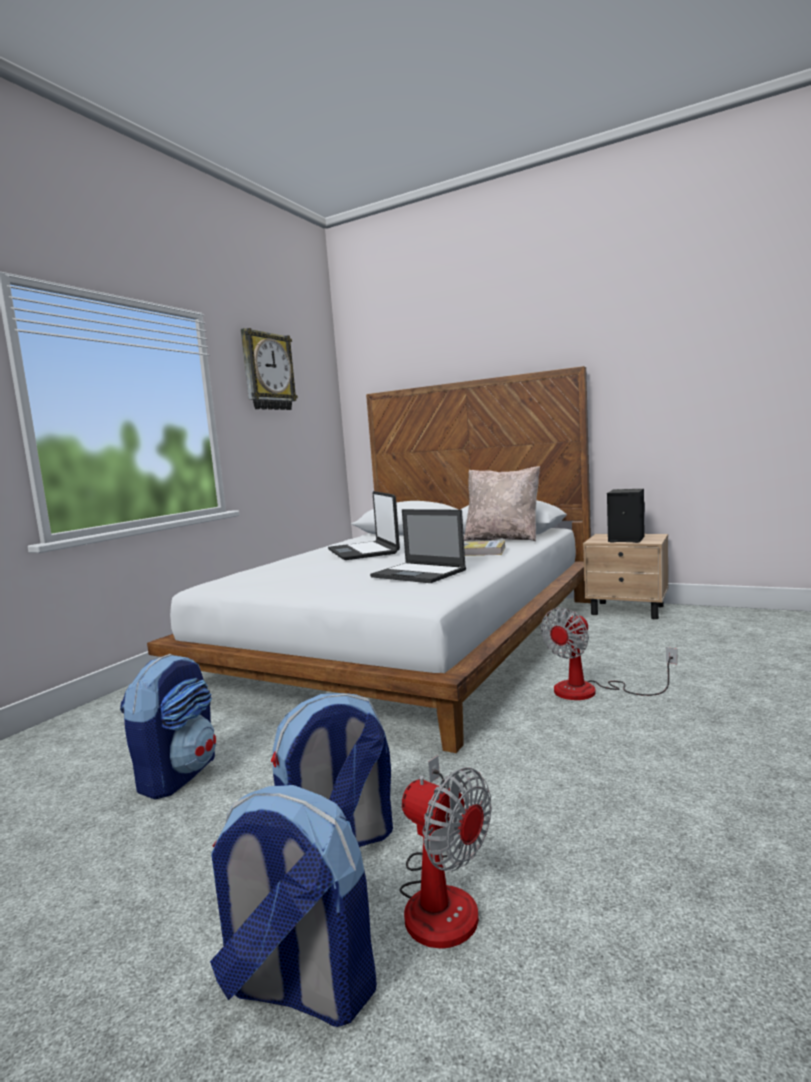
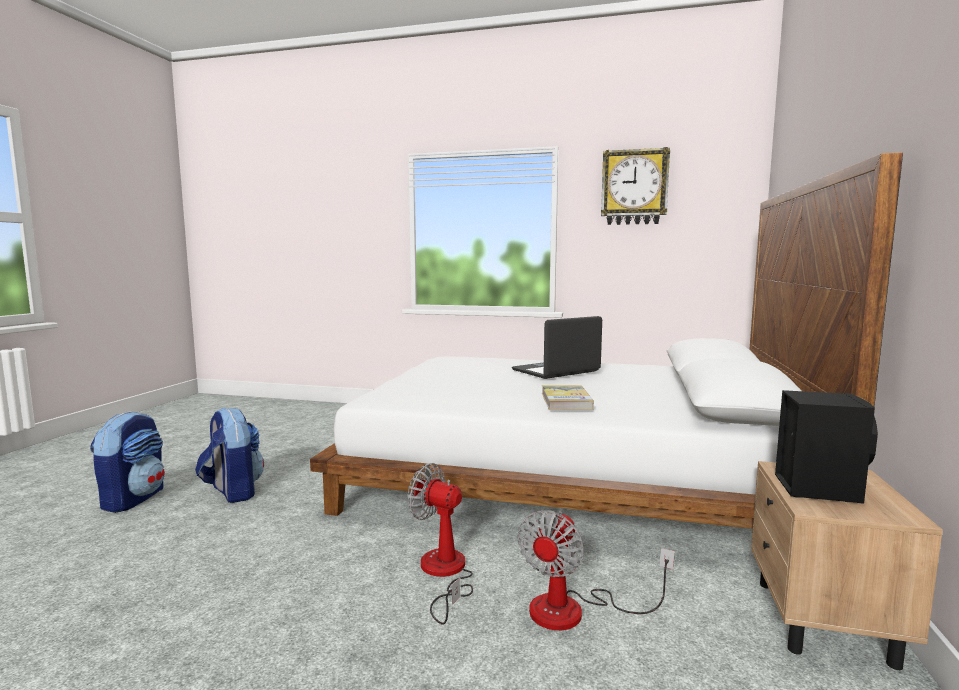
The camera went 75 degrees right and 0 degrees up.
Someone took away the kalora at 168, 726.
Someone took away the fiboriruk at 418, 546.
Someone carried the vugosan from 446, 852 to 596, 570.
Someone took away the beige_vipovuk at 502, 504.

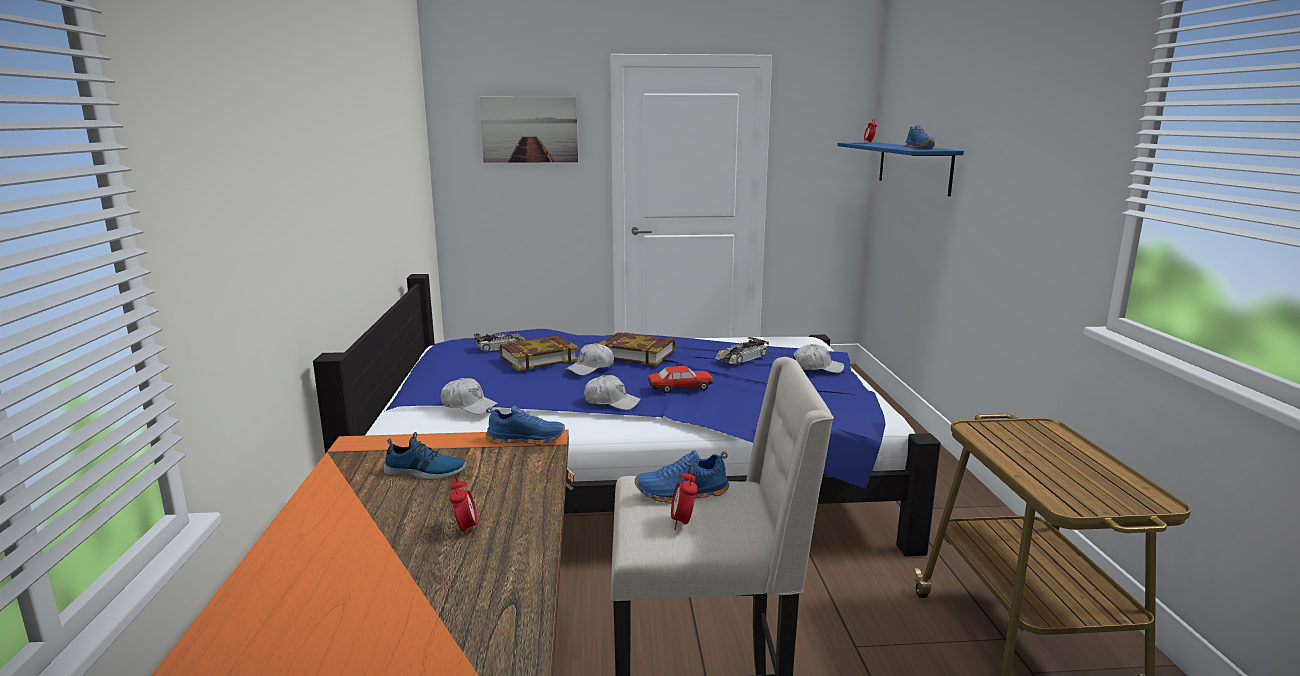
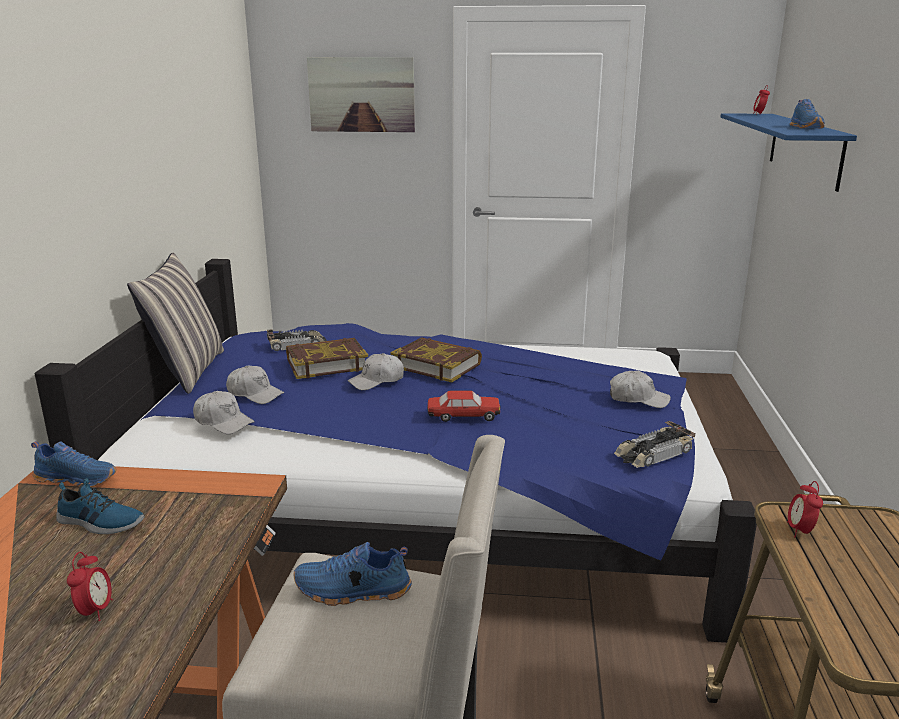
The camera went 10 degrees right and 5 degrees up.
Someone carried the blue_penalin from 525, 425 to 73, 464.
Someone carried the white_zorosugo from 612, 392 to 255, 385.
Someone carried the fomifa from 684, 498 to 805, 509.
Someone carried the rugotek from 742, 350 to 654, 444.
Someone put down the vipovuk at 175, 323.

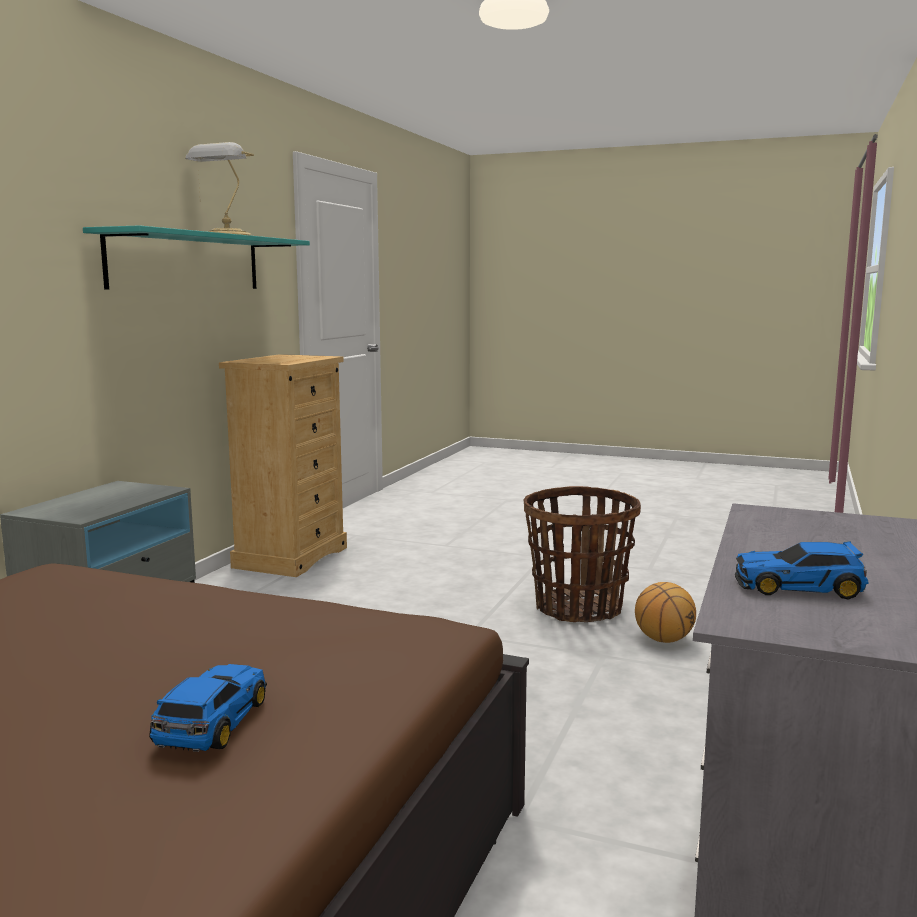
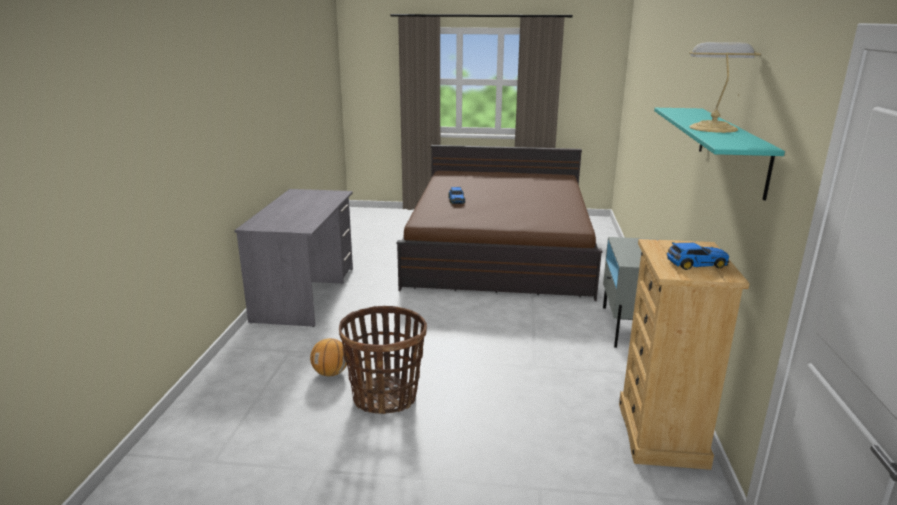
The camera went 165 degrees right and 10 degrees up.
Someone carried the rugotek from 801, 570 to 697, 256.

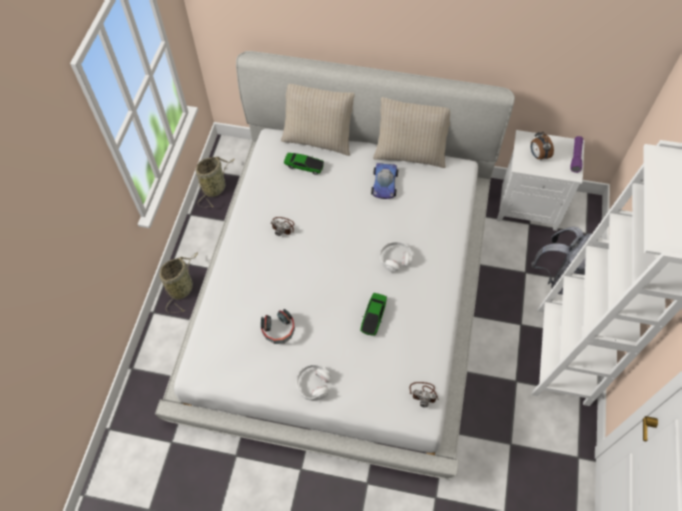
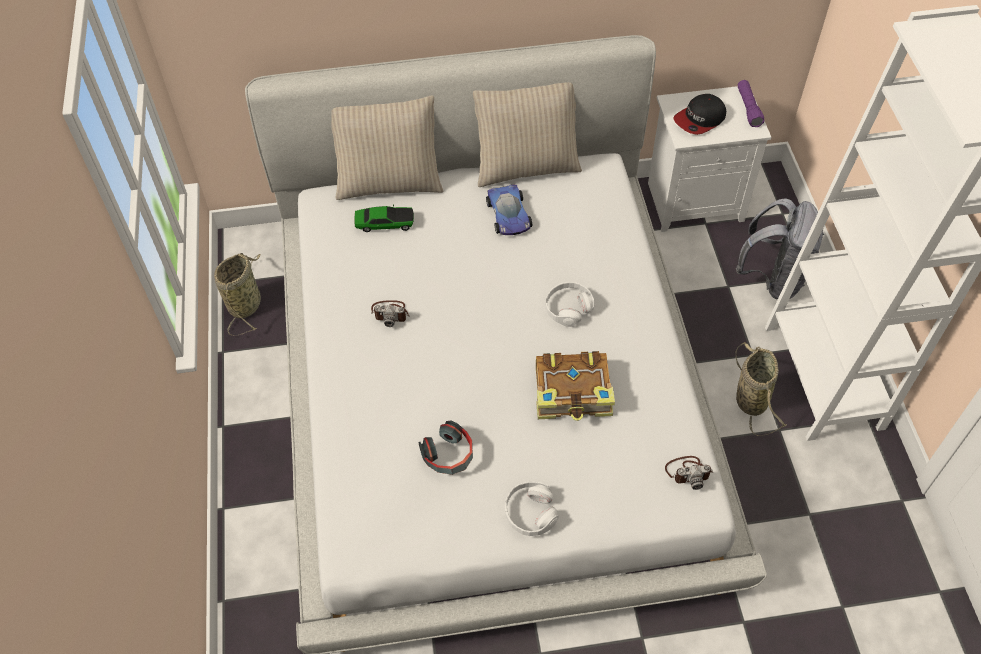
The camera went 20 degrees left and 5 degrees down.
Someone carried the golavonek from 178, 282 to 761, 389.
Someone swapped the rugotek at 373, 314 for the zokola at 575, 386.
Someone swapped the fomifa at 542, 146 for the zorosugo at 699, 114.

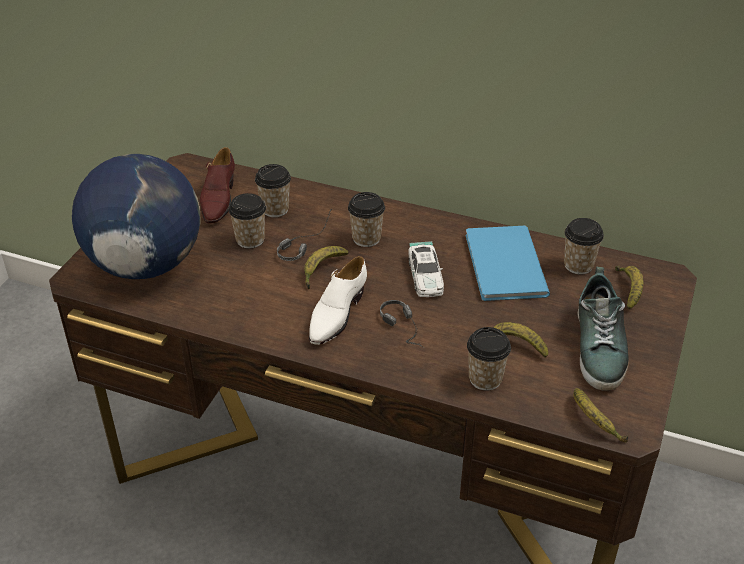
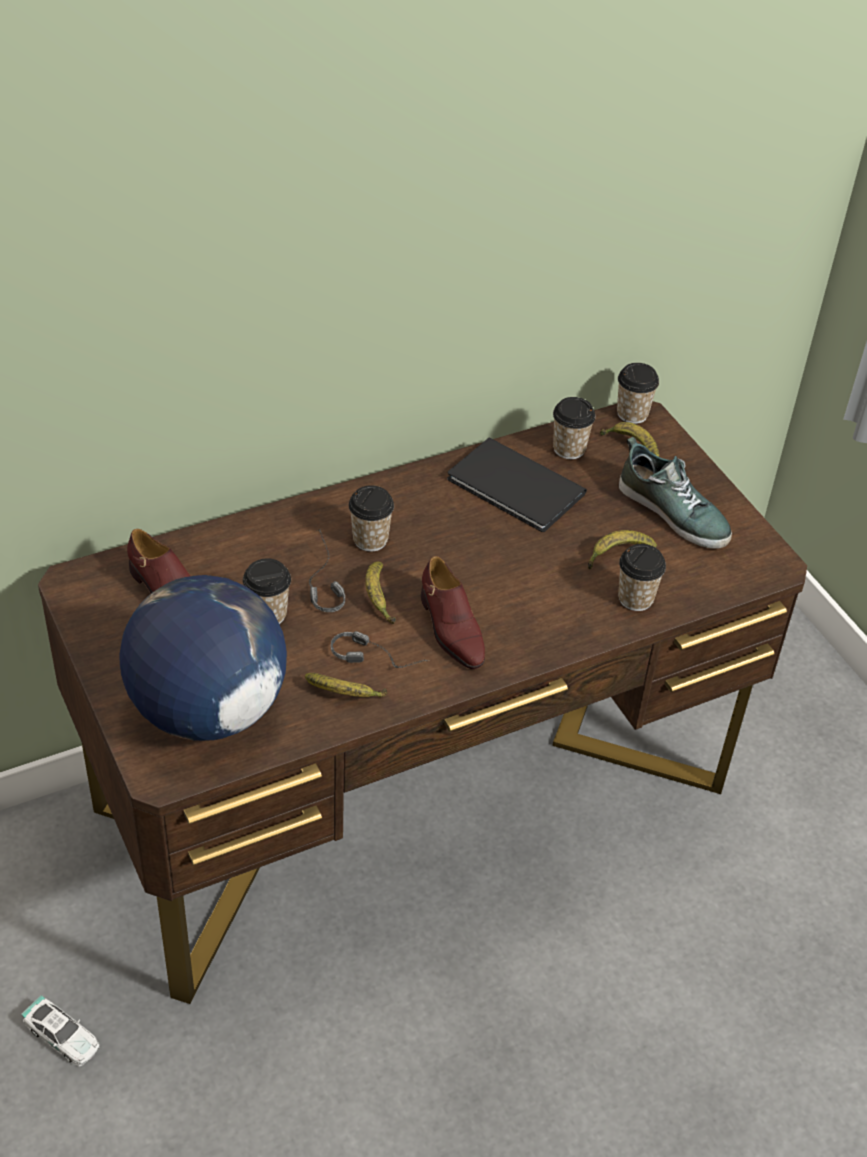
The camera went 50 degrees left and 5 degrees up.
Someone carried the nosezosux from 273, 190 to 638, 393.
Someone repainted the white_penalin at 338, 300, which became the brown_penalin at 453, 612.
Someone carried the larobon from 402, 324 to 380, 649.
Someone carried the rugotek from 426, 269 to 60, 1030.
Someone repainted the blue_zokola at 507, 263, which became the black_zokola at 517, 485.
Someone carried the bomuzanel from 601, 415 to 346, 685.

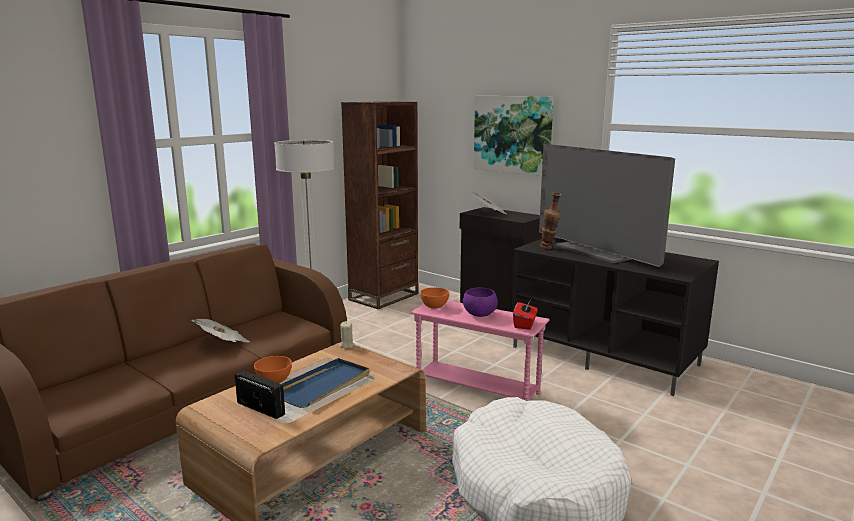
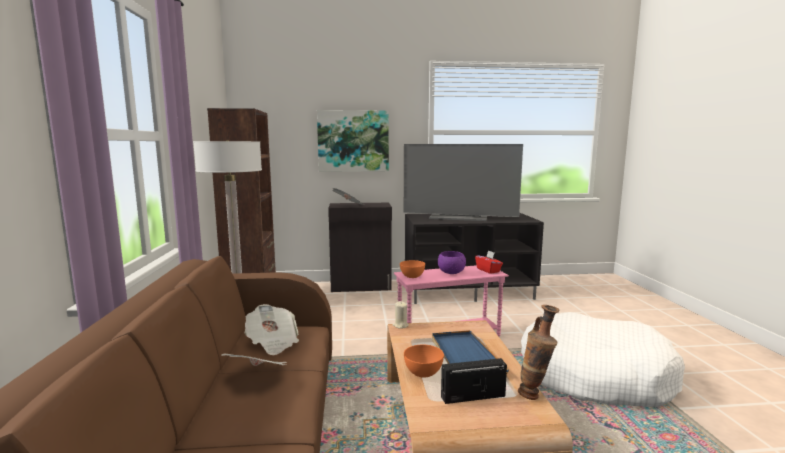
The camera went 45 degrees left and 5 degrees down.
Someone carried the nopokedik from 551, 221 to 538, 352.
Someone put down the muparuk at 272, 329.

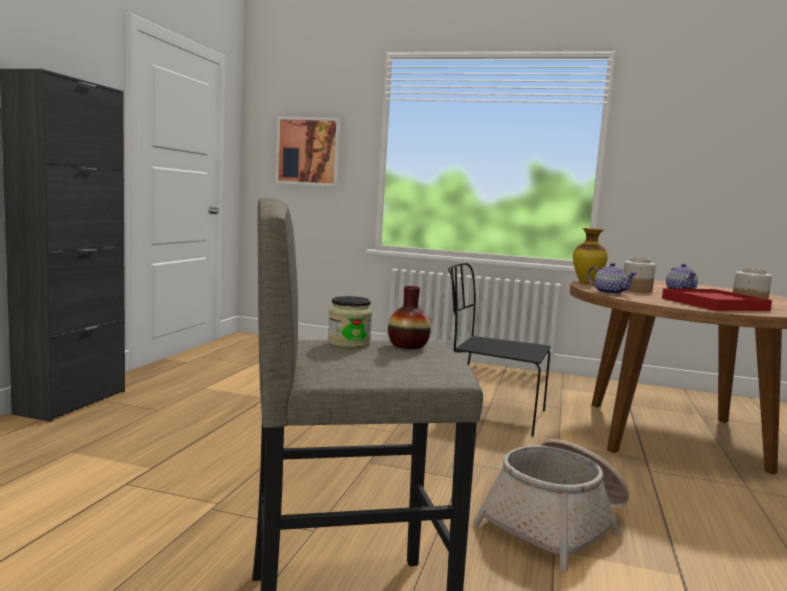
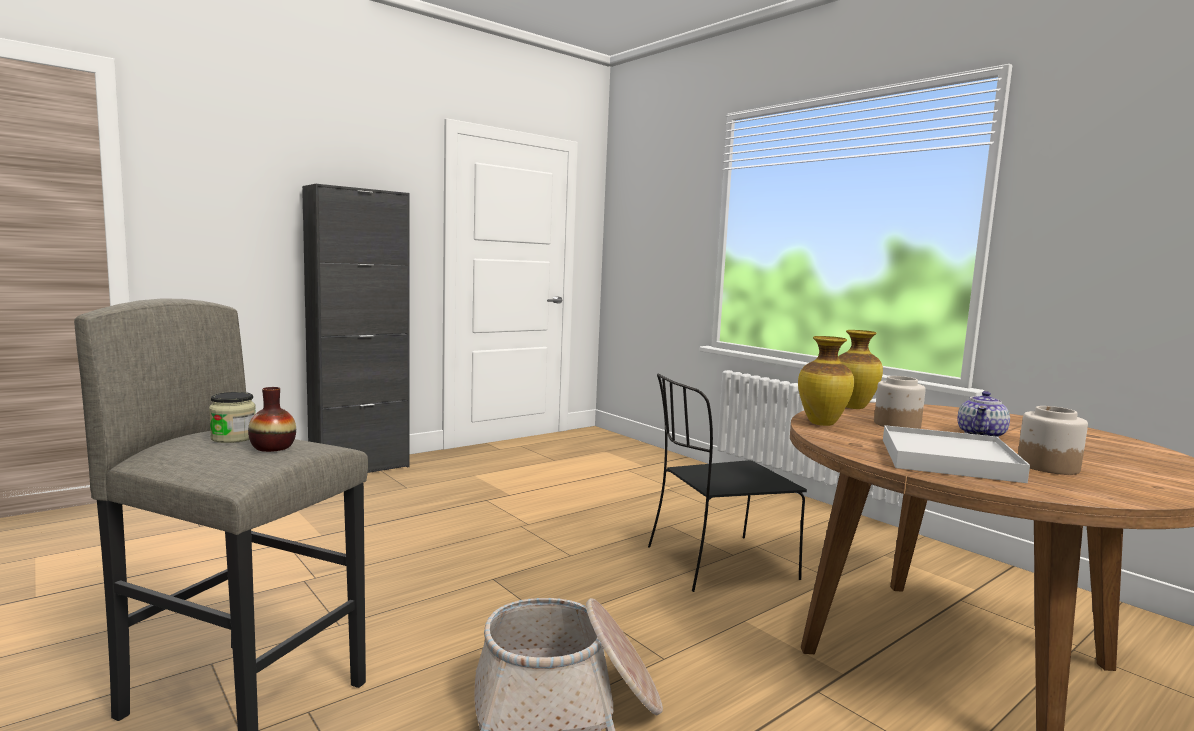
The camera went 35 degrees right and 0 degrees up.
Someone took away the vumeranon at 308, 151.
Someone rotated the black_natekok at 499, 350 by 75 degrees counterclockwise.
Someone swapped the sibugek at 612, 279 for the nopokedik at 826, 381.
Someone repainted the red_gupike at 717, 299, which became the white_gupike at 956, 454.

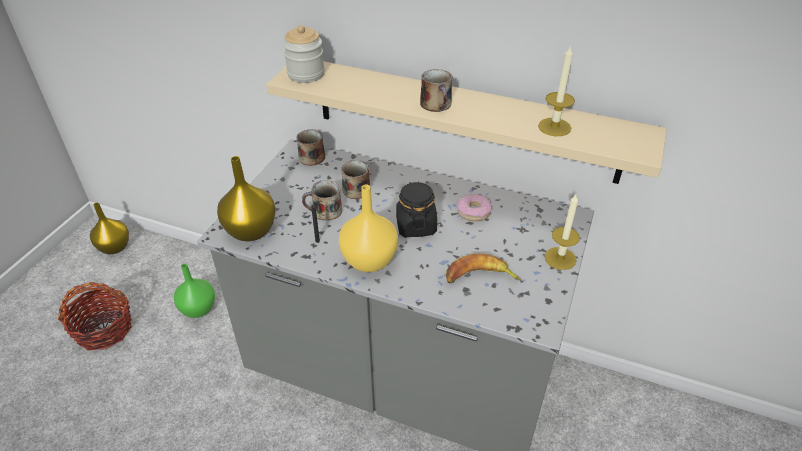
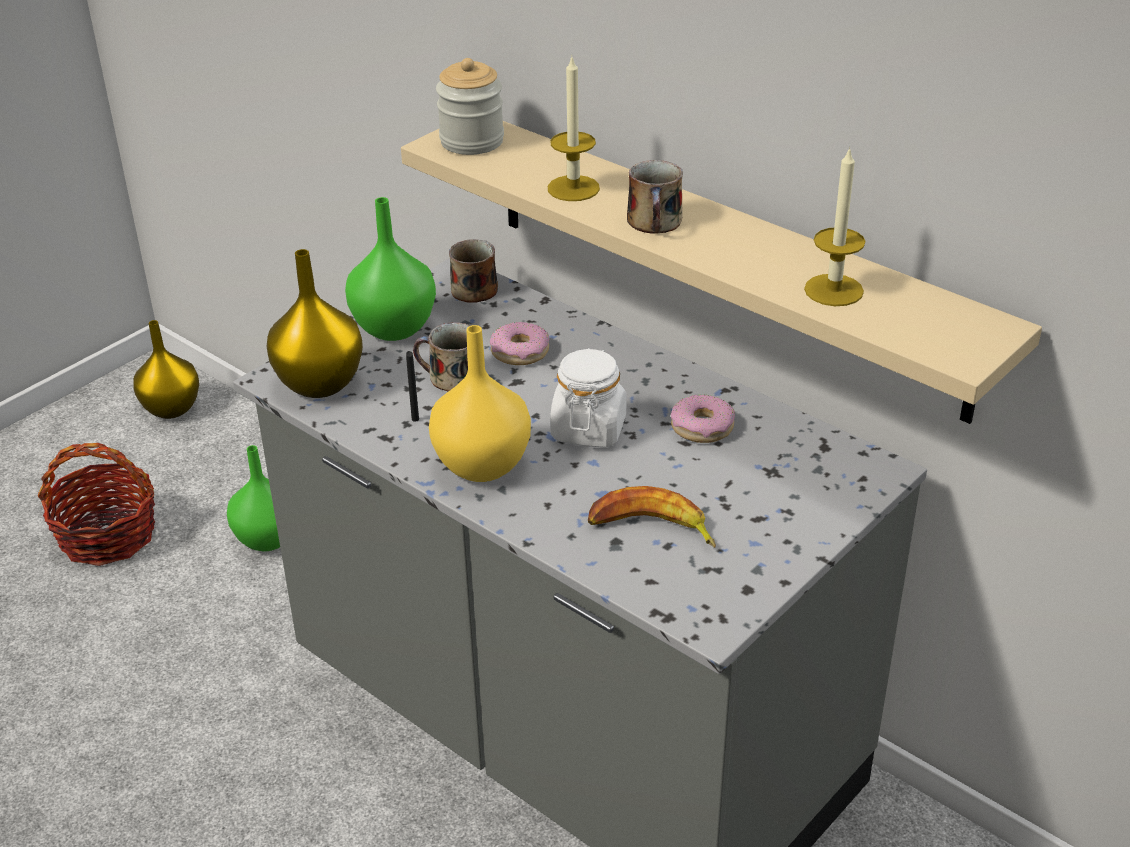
The camera went 20 degrees right and 5 degrees down.
Someone swapped the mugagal at 355, 179 for the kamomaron at 519, 343.
Someone repainted the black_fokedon at 416, 209, which became the white_fokedon at 589, 397.
Someone carried the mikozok from 562, 232 to 574, 129.
Someone put down the green_nopokedik at 390, 269.

